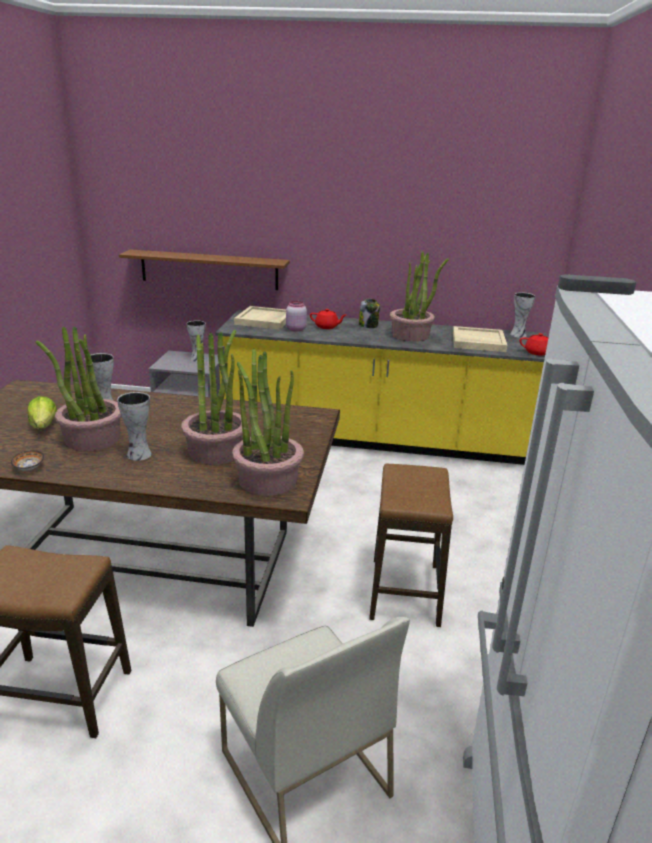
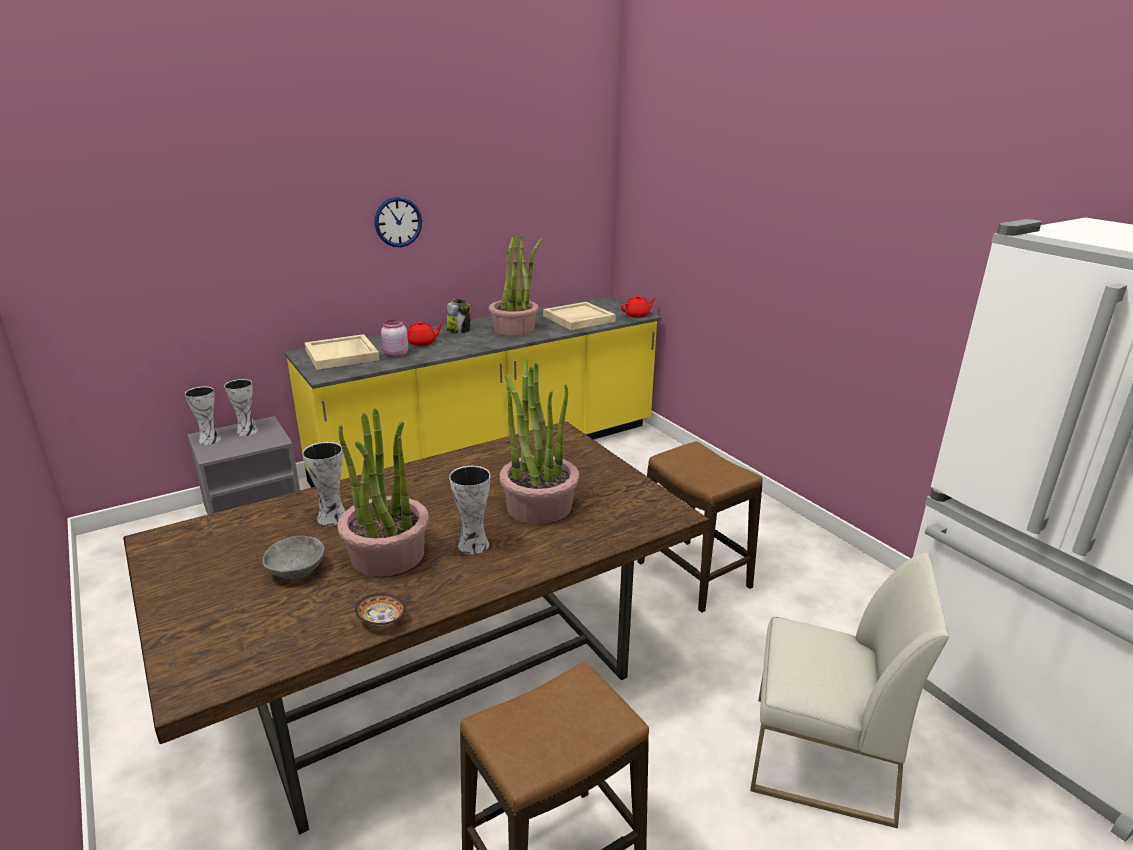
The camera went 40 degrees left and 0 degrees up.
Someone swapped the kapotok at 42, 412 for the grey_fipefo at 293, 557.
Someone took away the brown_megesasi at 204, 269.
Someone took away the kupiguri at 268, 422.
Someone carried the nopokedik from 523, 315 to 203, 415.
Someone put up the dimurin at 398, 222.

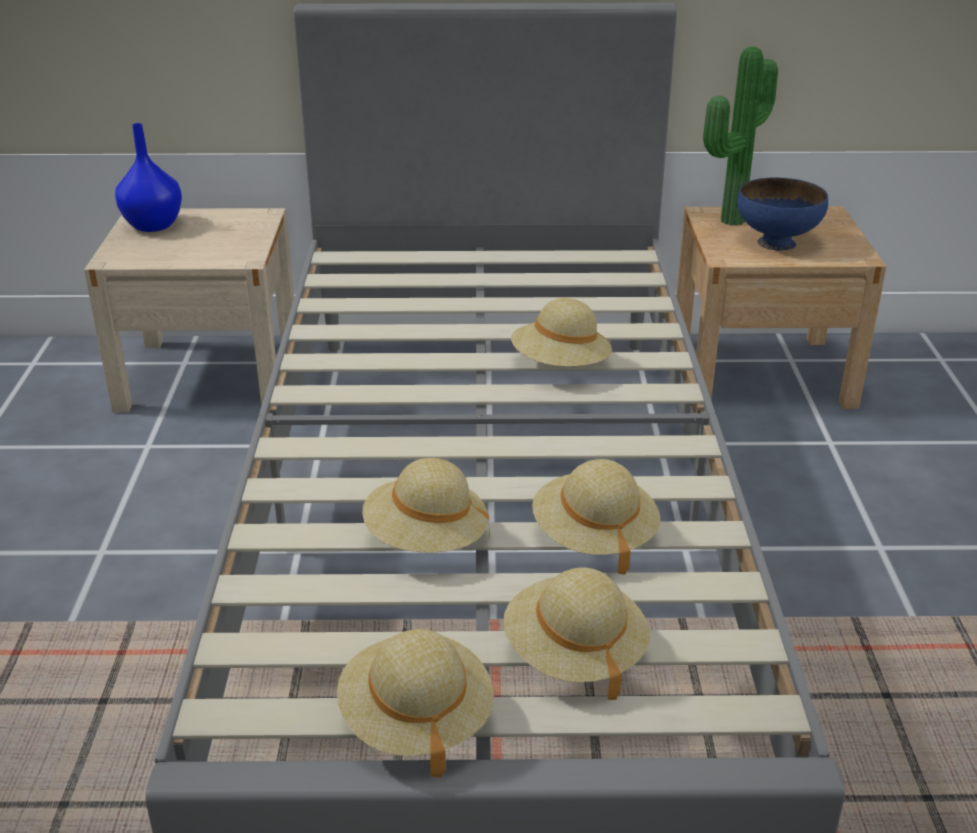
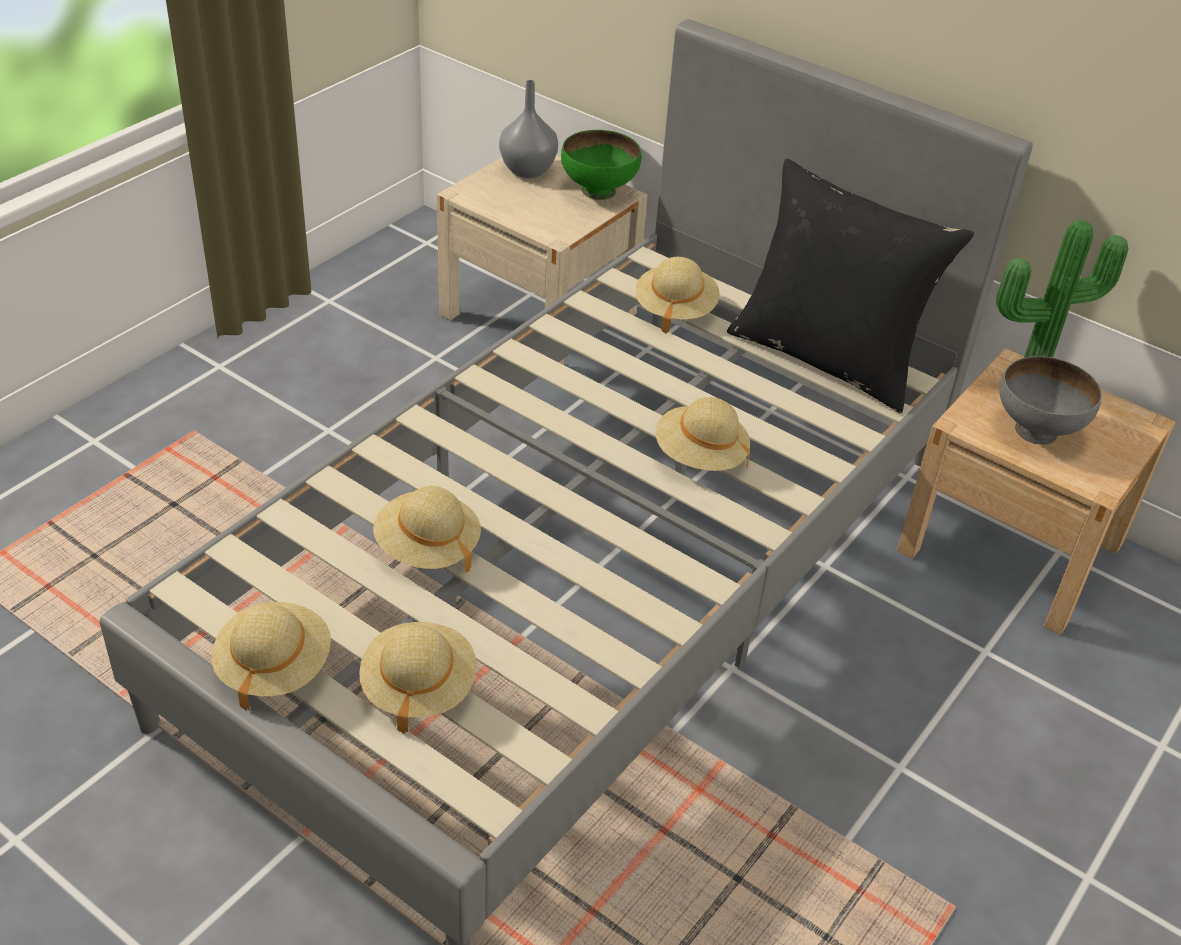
The camera went 35 degrees right and 10 degrees up.
Someone repainted the blue_nopokedik at 148, 177, which became the grey_nopokedik at 528, 129.
Someone carried the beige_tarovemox from 596, 517 to 677, 295.
Someone repainted the blue_fipefo at 782, 214, which became the grey_fipefo at 1050, 400.
Someone put down the green_fipefo at 601, 165.
Someone put down the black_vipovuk at 850, 286.

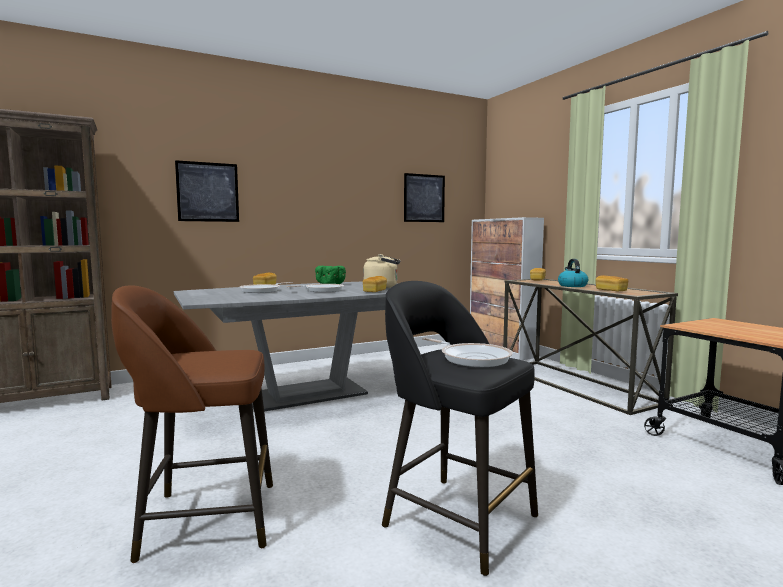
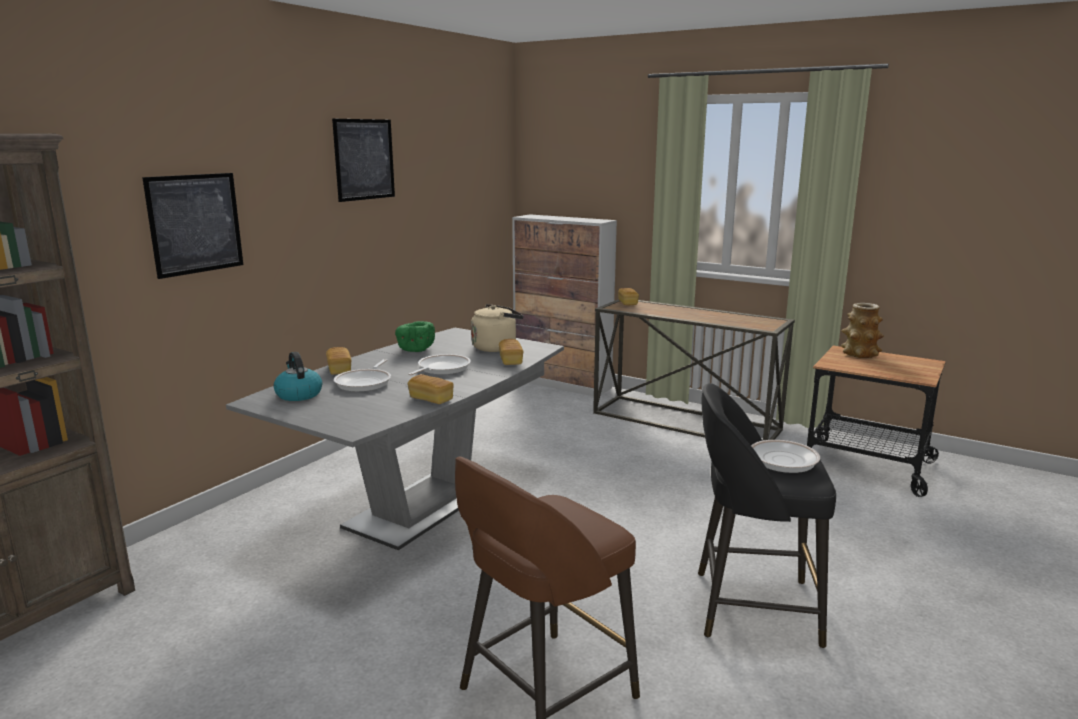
The camera went 30 degrees left and 10 degrees up.
Someone carried the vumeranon from 424, 197 to 363, 160.
Someone carried the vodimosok from 573, 273 to 297, 376.
Someone carried the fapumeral from 611, 283 to 431, 389.
Someone put down the nopokedik at 862, 330.

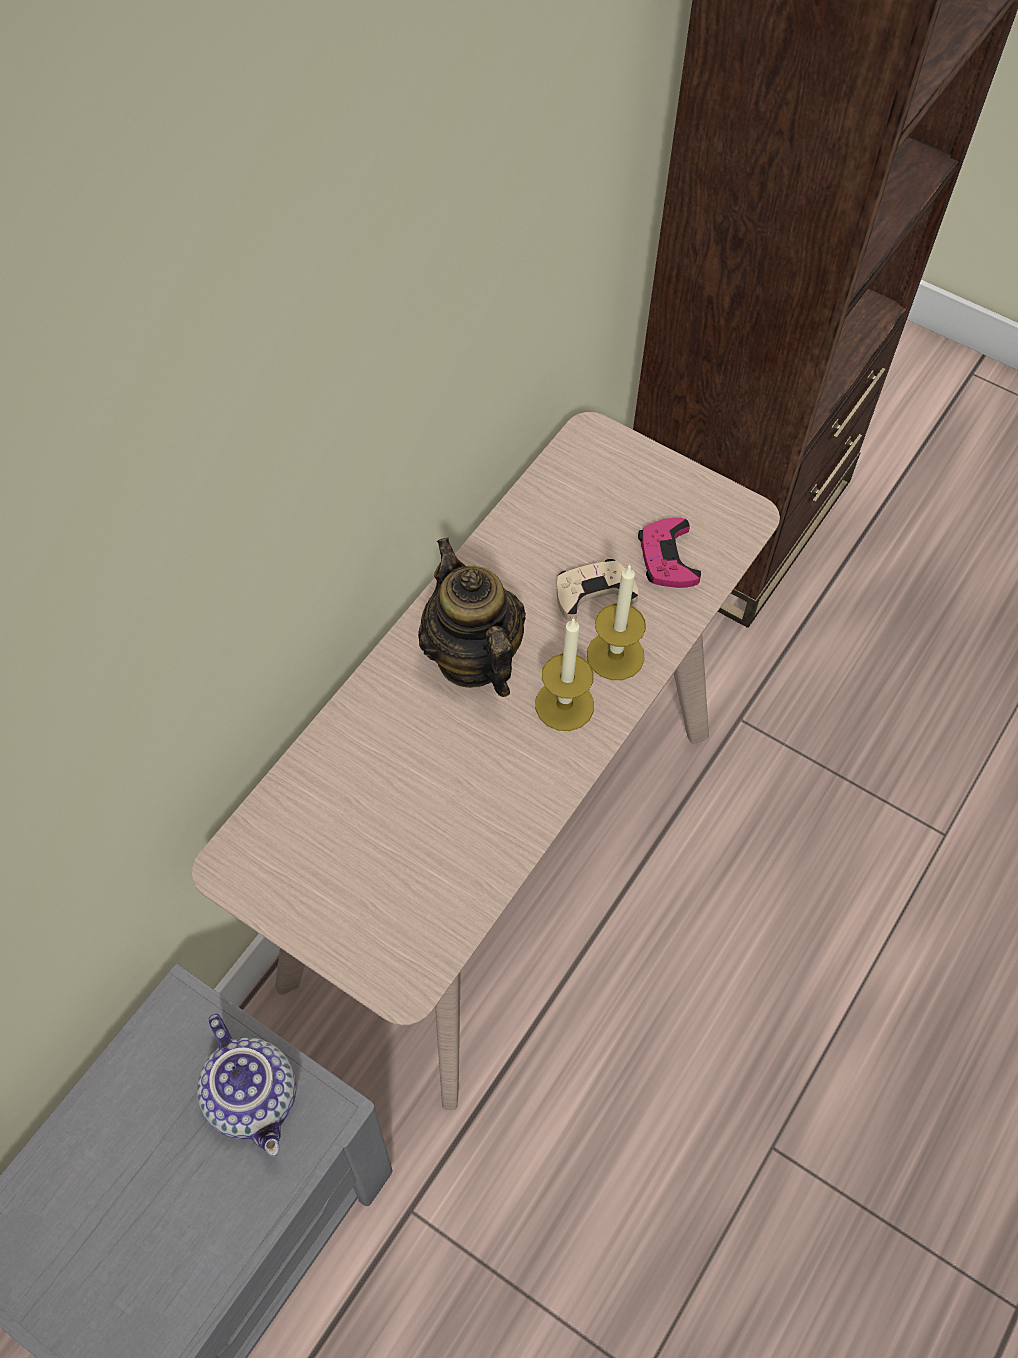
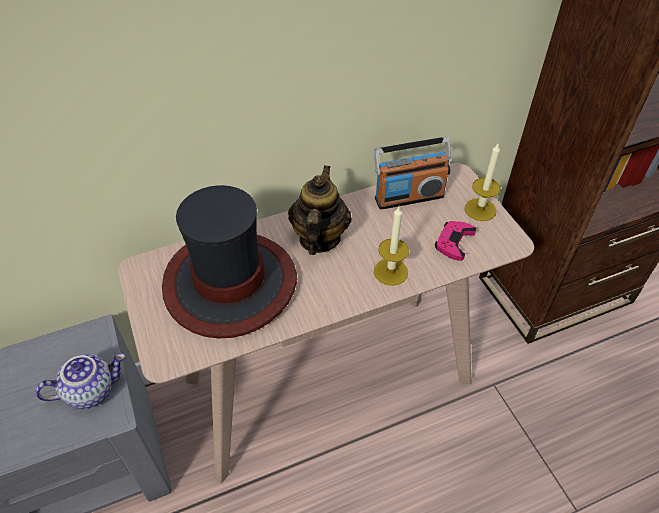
The camera went 35 degrees right and 10 degrees down.
Someone rotated the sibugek at 246, 1085 by 120 degrees counterclockwise.
Someone carried the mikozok from 564, 674 to 482, 182.
Someone took away the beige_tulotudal at 597, 589.
Someone put down the tarovemox at 229, 262.
Someone put down the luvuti at 412, 173.

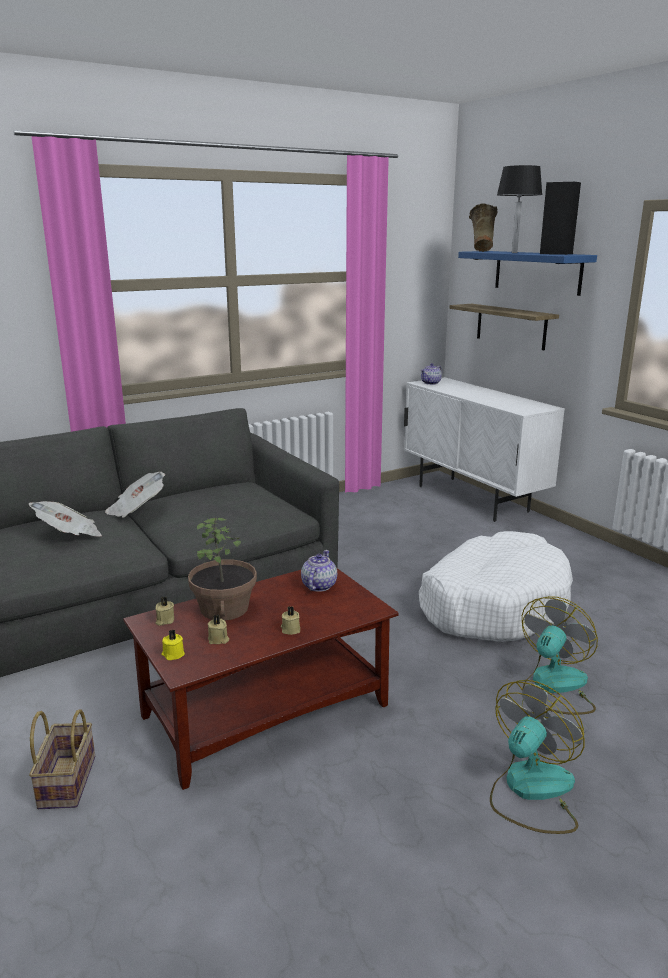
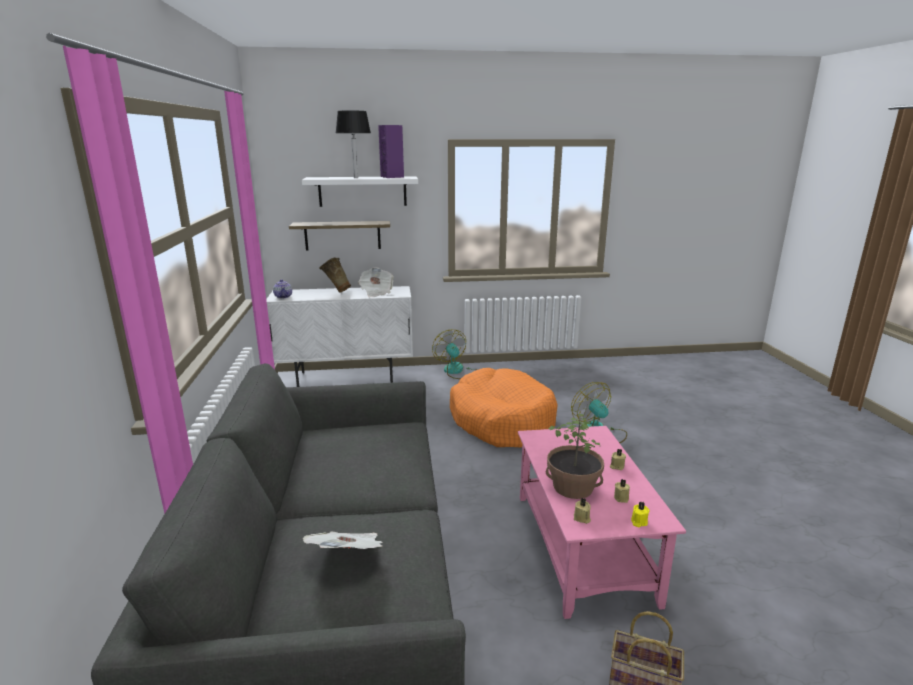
The camera went 65 degrees left and 0 degrees up.
Someone carried the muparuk from 135, 495 to 376, 282.
Someone repainted the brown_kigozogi at 261, 679, which became the pink_kigozogi at 602, 522.
Someone took away the sibugek at 319, 571.
Someone repainted the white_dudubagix at 496, 586, which became the orange_dudubagix at 503, 408.
Someone repainted the blue_megesasi at 527, 273, which became the white_megesasi at 360, 191.
Someone carried the beige_nopokedik from 483, 227 to 335, 275.
Someone carried the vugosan from 537, 757 to 454, 354.
Someone repainted the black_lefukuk at 560, 218, which became the purple_lefukuk at 391, 151.

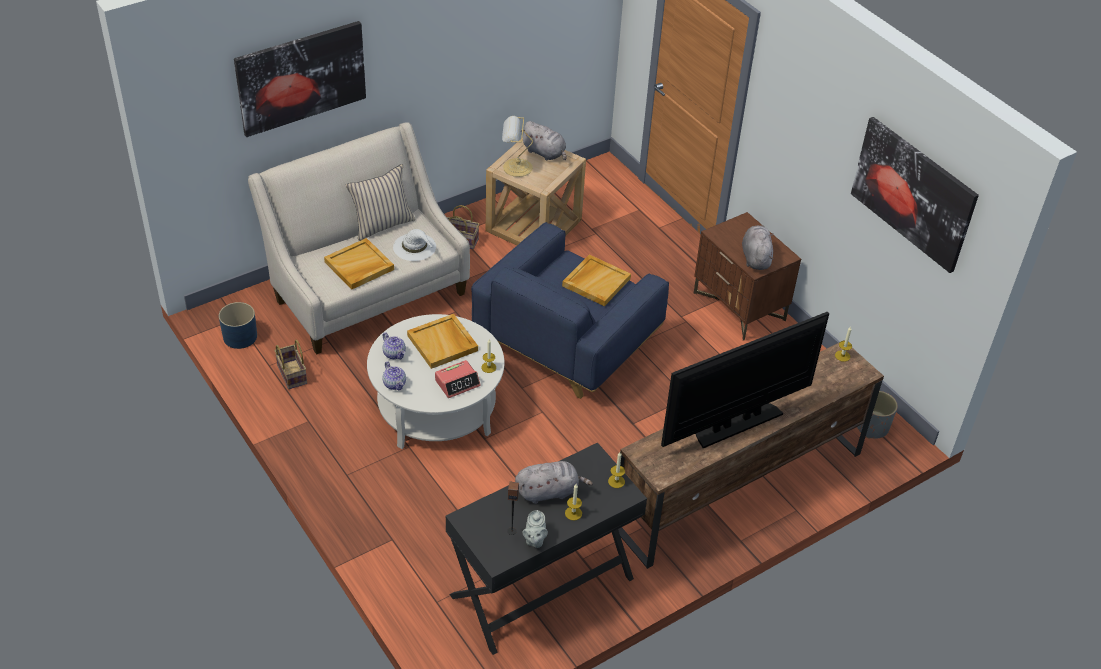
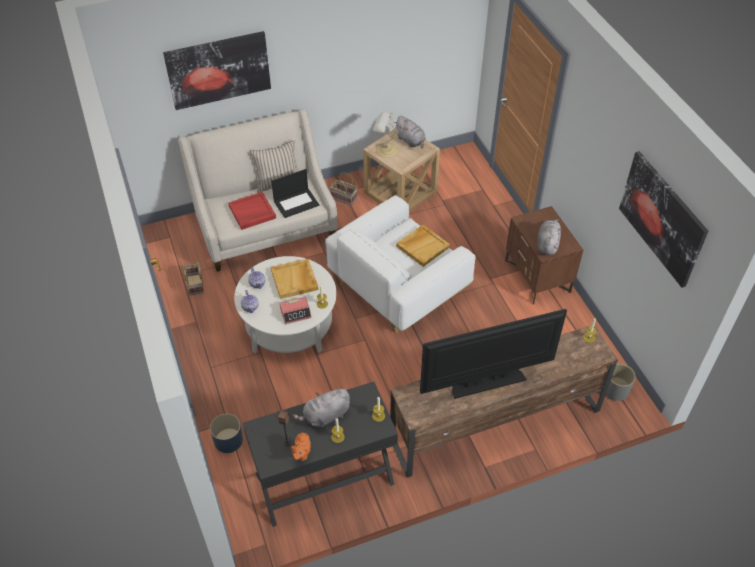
The camera went 15 degrees right and 5 degrees up.
Someone carried the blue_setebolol from 238, 325 to 226, 433.
Someone repainted the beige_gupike at 359, 263, which became the red_gupike at 252, 211.
Someone swapped the white_tarovemox at 414, 245 for the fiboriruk at 295, 193.
Someone repainted the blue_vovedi at 570, 310, which became the white_vovedi at 400, 264.
Someone rotated the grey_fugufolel at 554, 482 by 150 degrees clockwise.
Someone repainted the grey_sibugek at 535, 529, which became the orange_sibugek at 301, 447.

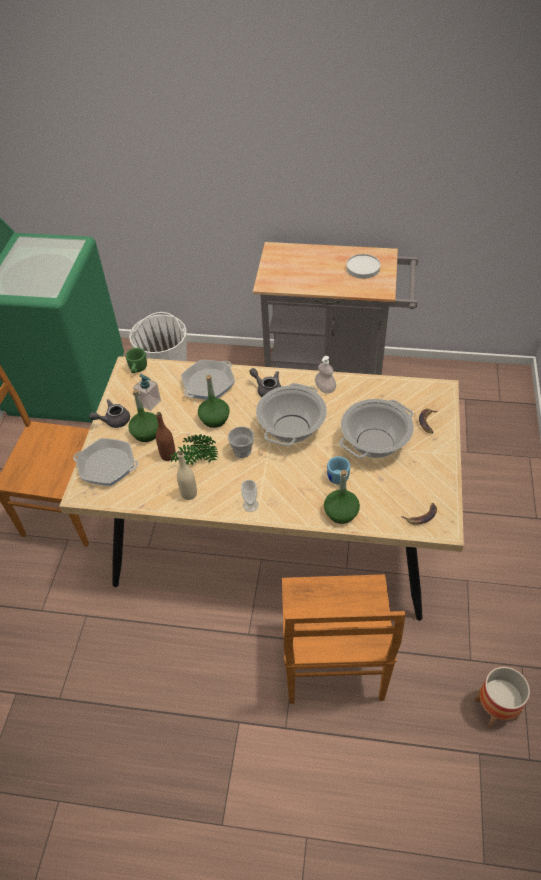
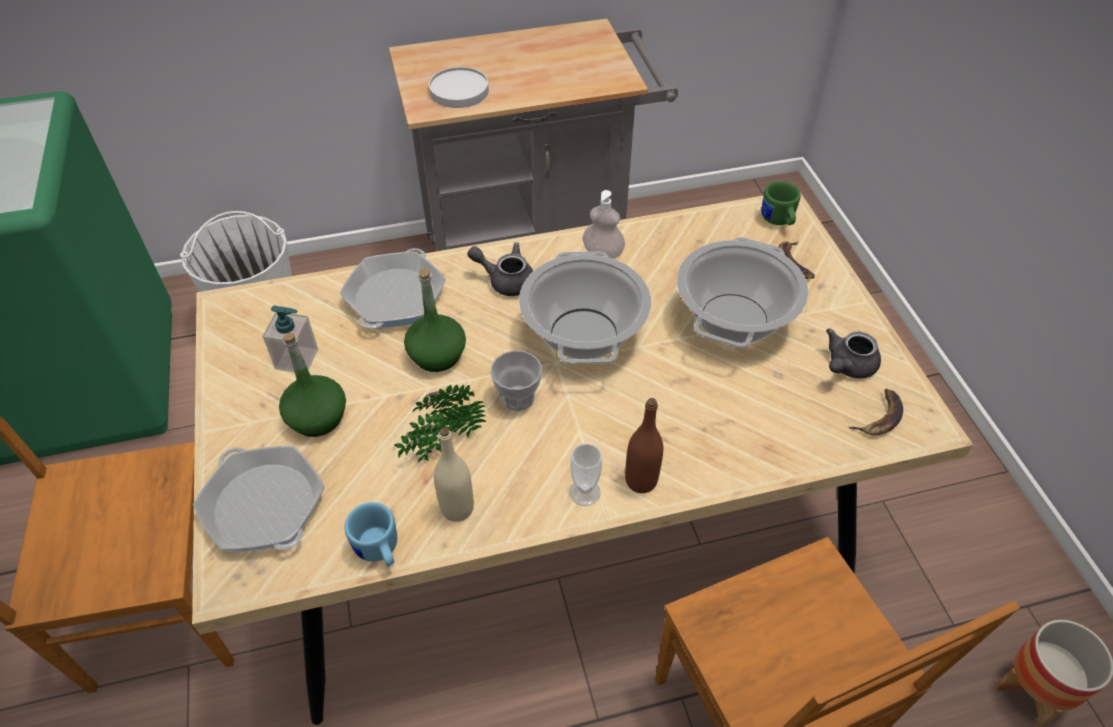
The camera went 25 degrees left and 0 degrees up.
Someone rotated the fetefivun at 105, 462 by 120 degrees counterclockwise.
Someone carried the grey_sibugek from 109, 413 to 853, 353.
Someone carried the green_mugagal from 136, 360 to 781, 203.
Someone carried the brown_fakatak from 166, 436 to 644, 445.
Someone took away the green_fakatak at 342, 497.
Someone carried the blue_mugagal from 338, 470 to 371, 534.
Someone carried the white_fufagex from 363, 266 to 459, 87.

